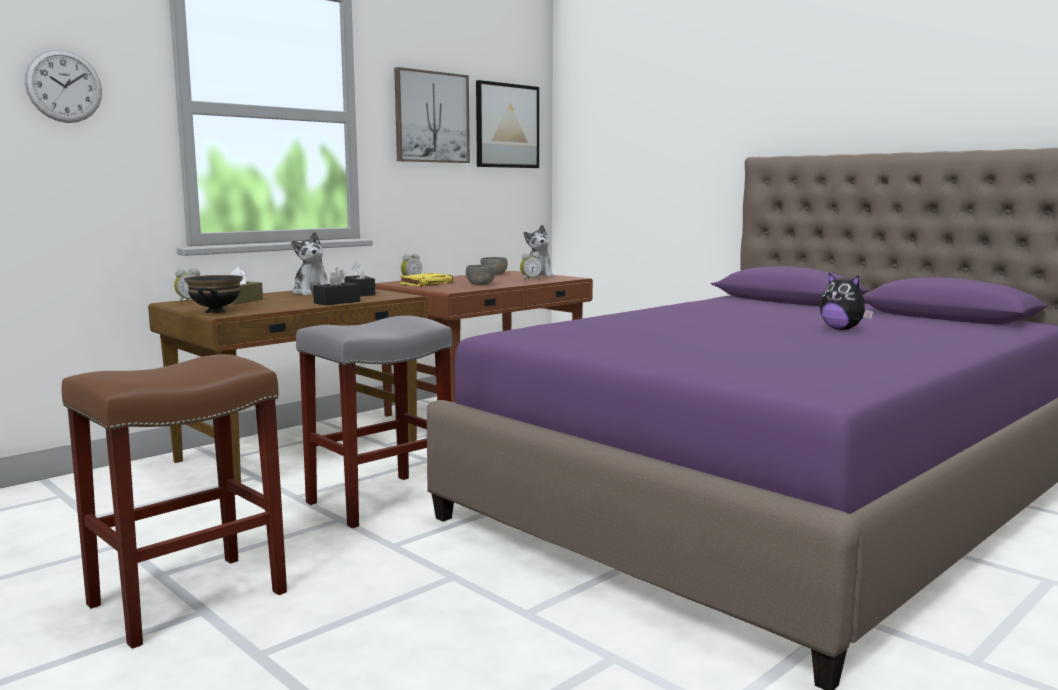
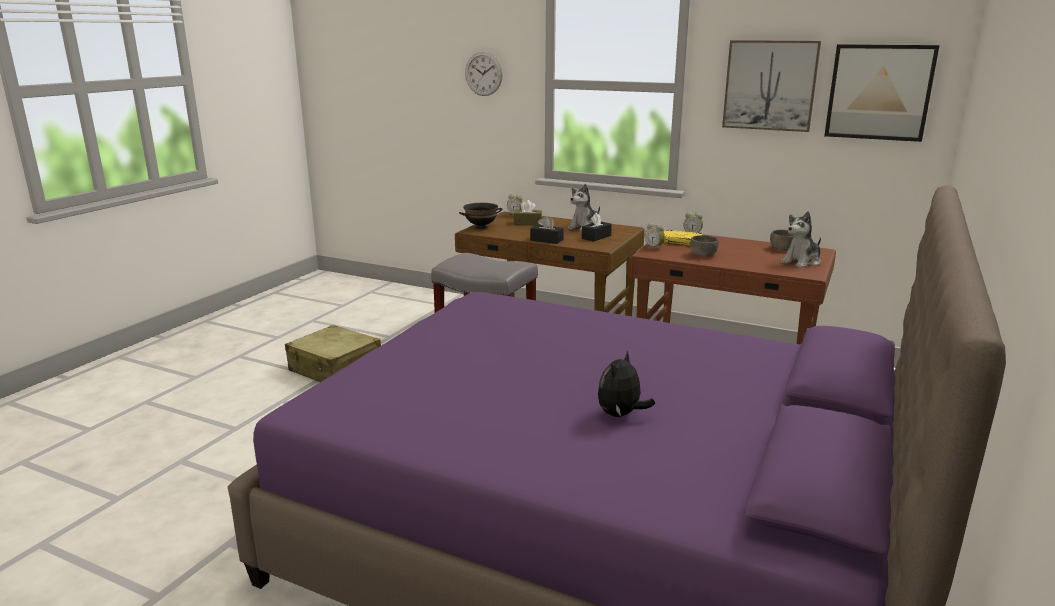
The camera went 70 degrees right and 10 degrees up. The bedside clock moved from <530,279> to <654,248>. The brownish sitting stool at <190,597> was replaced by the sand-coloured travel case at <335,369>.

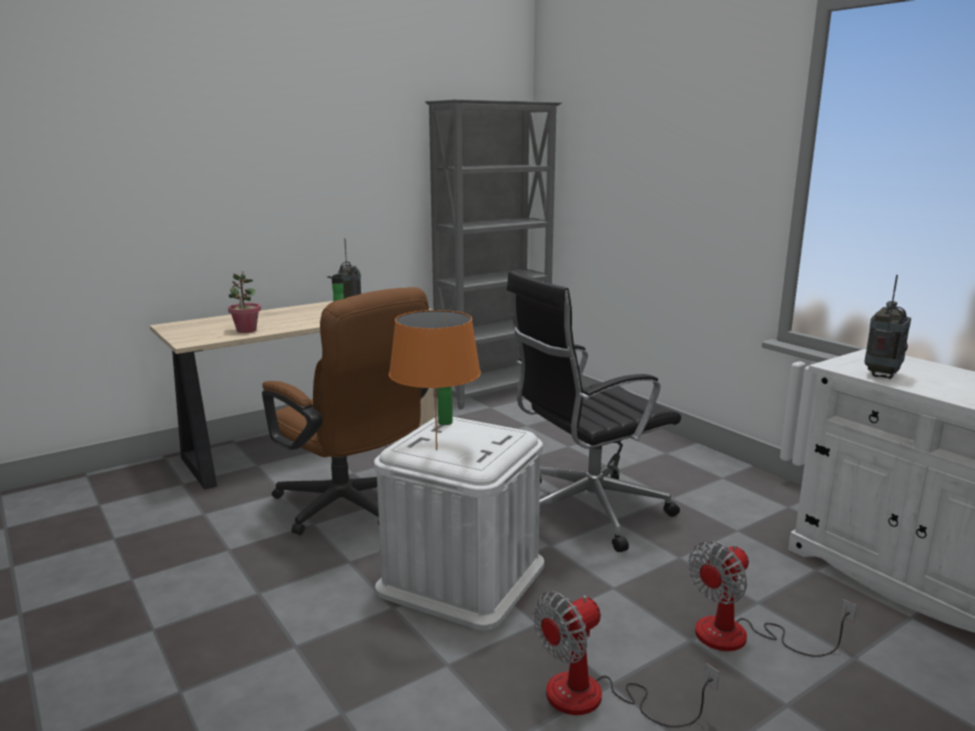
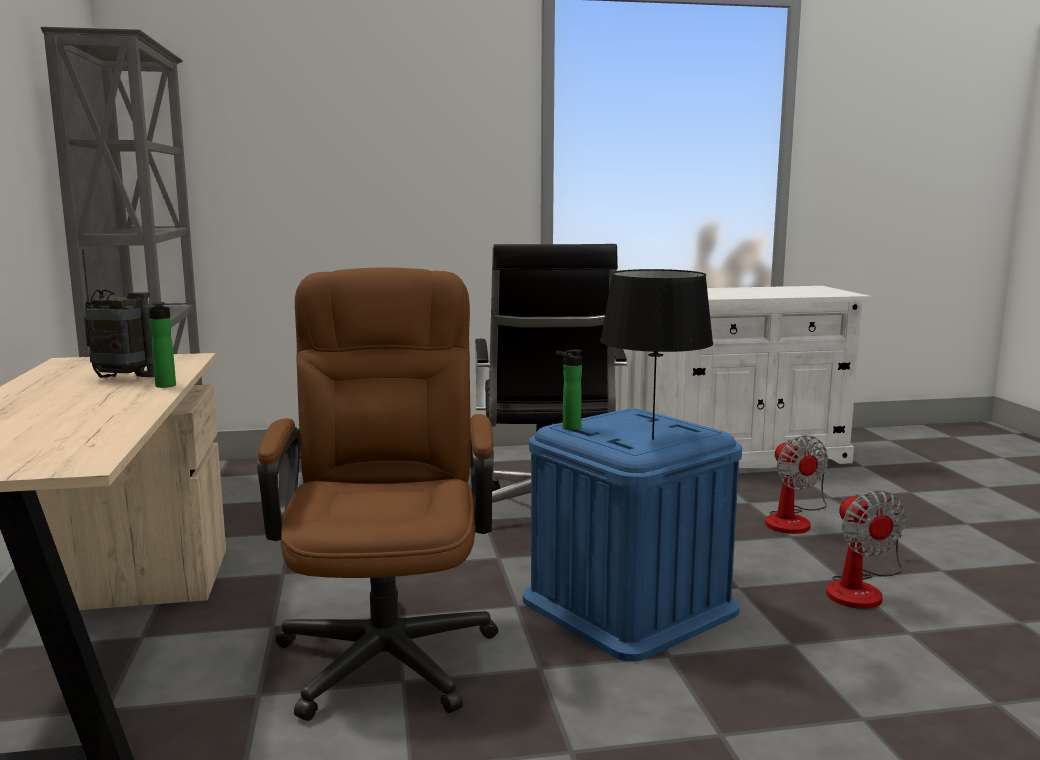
The camera went 65 degrees left and 5 degrees down. The houseplant at <246,330> disappeared. The radio set at <882,375> disappeared. The brownish office chair at <351,508> turned 75 degrees counterclockwise. The orange table lamp at <436,449> became the black table lamp at <652,439>. The whitish storage bin at <462,577> became the blue-coloured storage bin at <629,605>.

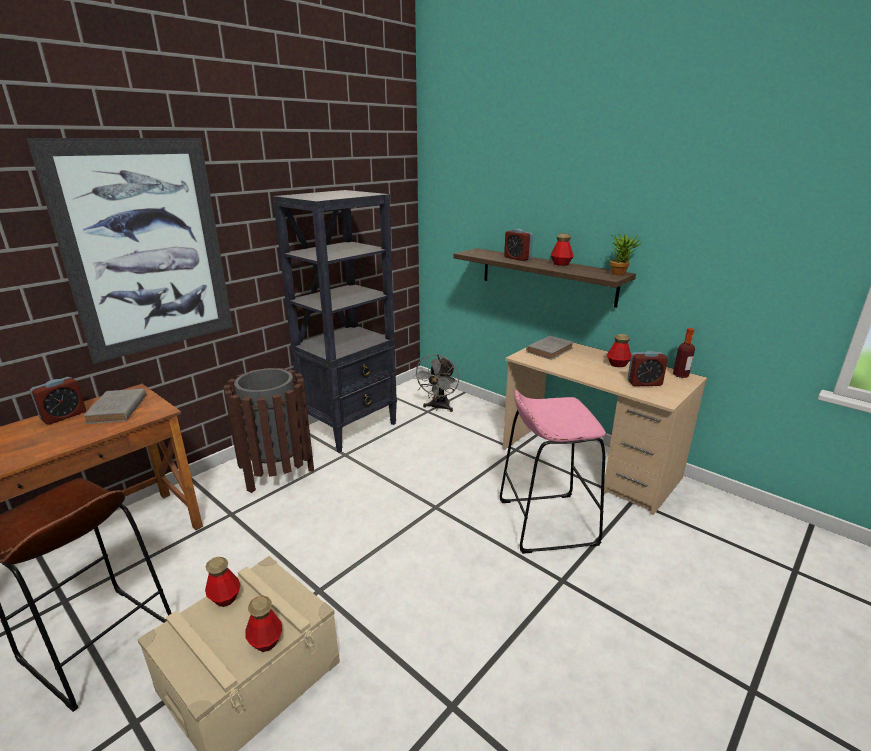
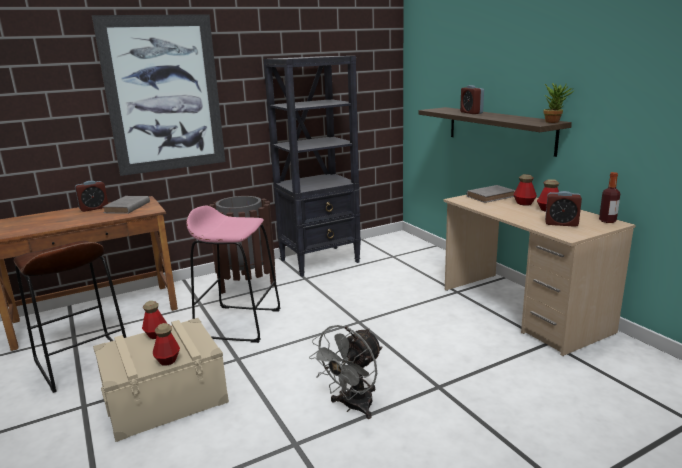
The camera went 20 degrees right and 5 degrees down. The bottle moved from <561,264> to <524,203>. The greyish electric fan moved from <438,408> to <352,407>. The pink-coloured sitting stool moved from <546,522> to <239,323>.

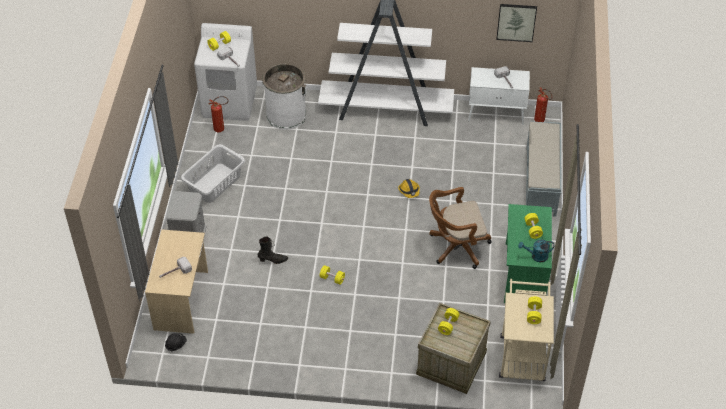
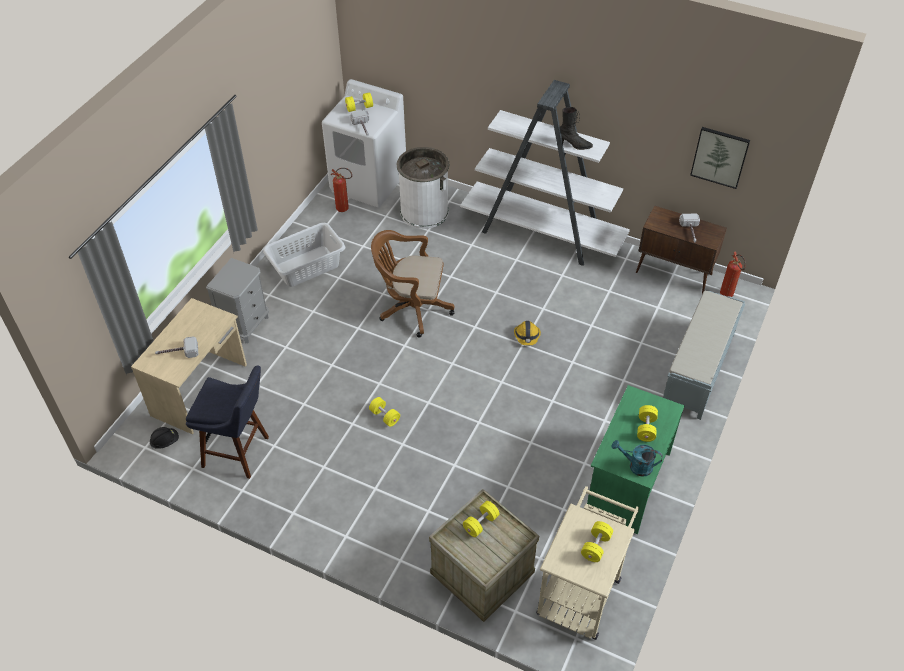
The camera went 20 degrees right and 0 degrees up. The whitish storage cabinet at <496,114> became the brownish storage cabinet at <674,274>. The brownish office chair moved from <455,247> to <411,308>. The black boot moved from <273,260> to <574,145>. The blue-coloured sitting stool at <240,453> appeared.

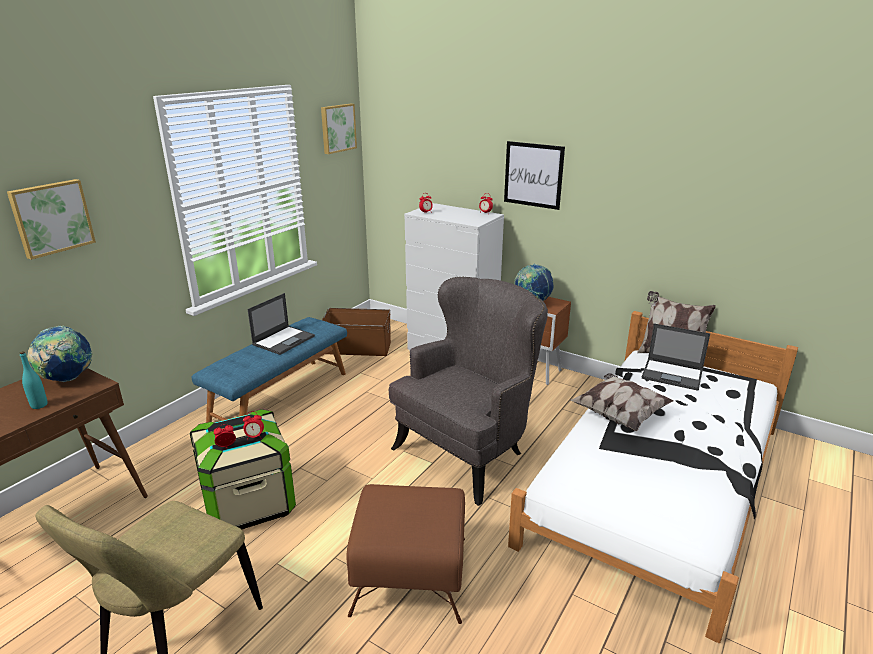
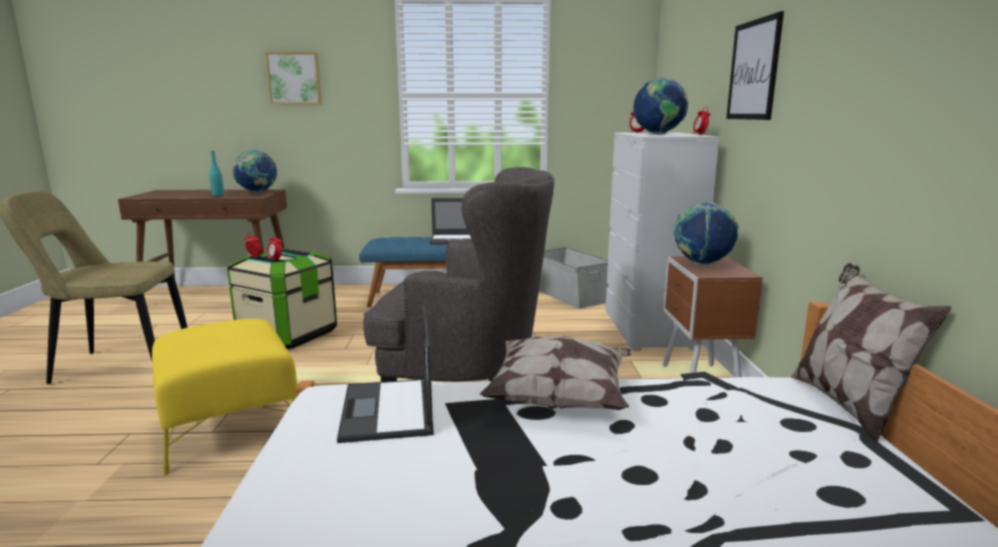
The camera went 55 degrees right and 10 degrees down. The wall picture at <337,128> disappeared. The brownish storage bin at <357,348> became the greyish storage bin at <569,295>. The portable computer moved from <673,374> to <388,411>. The brownish pouffe at <409,574> became the yellowish pouffe at <231,424>. The globe at <658,134> appeared.

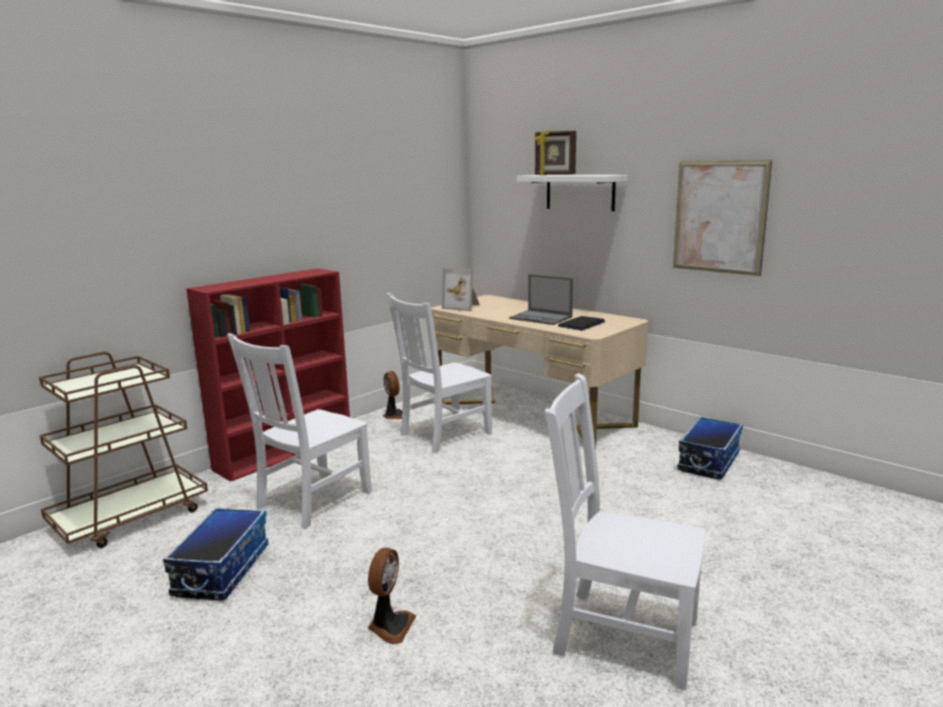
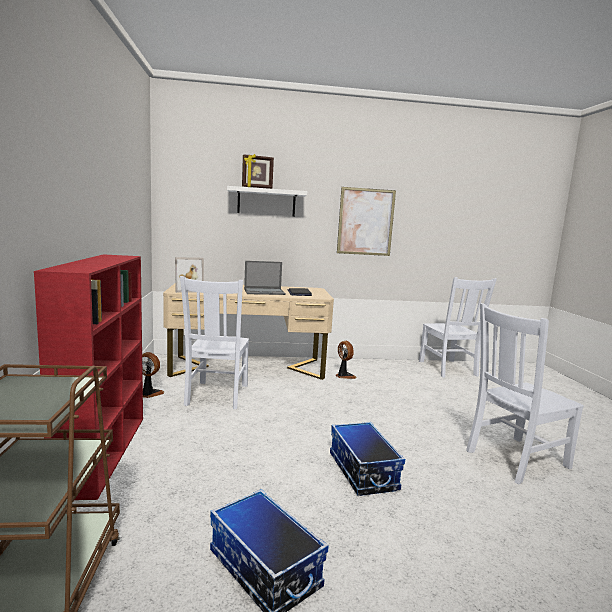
The camera went 50 degrees left and 5 degrees down. The whitish plain chair moved from <311,501> to <448,369>. The storage bin moved from <708,461> to <361,471>. The electric fan moved from <390,626> to <344,376>.

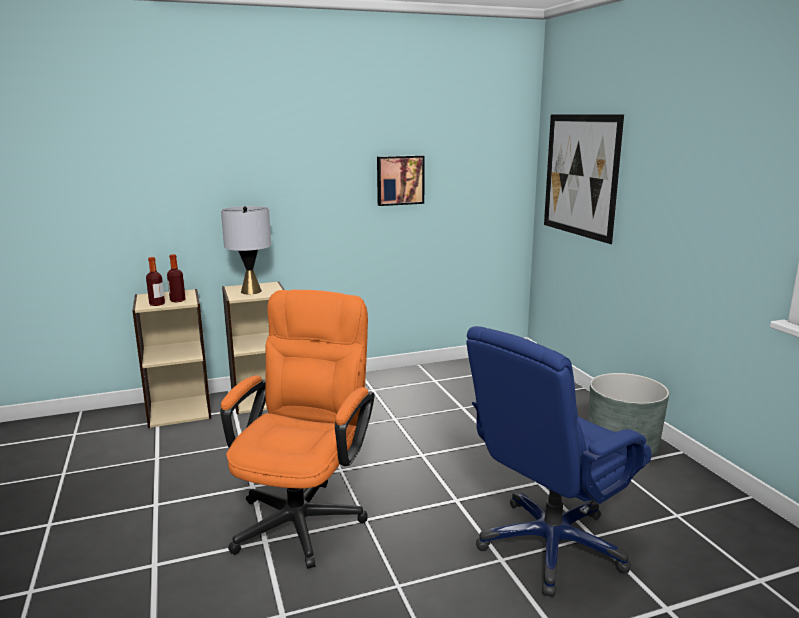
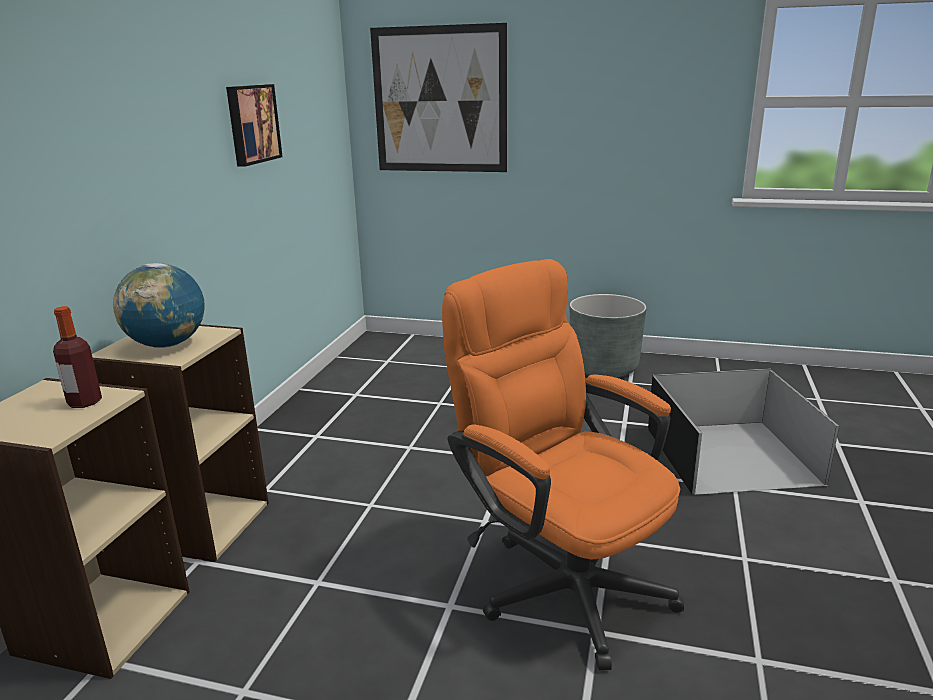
The camera went 55 degrees left and 5 degrees up. The greyish table lamp at <251,291> was replaced by the globe at <167,345>. The bottle at <157,304> disappeared. The blue-coloured office chair at <550,546> was replaced by the black storage bin at <728,455>.

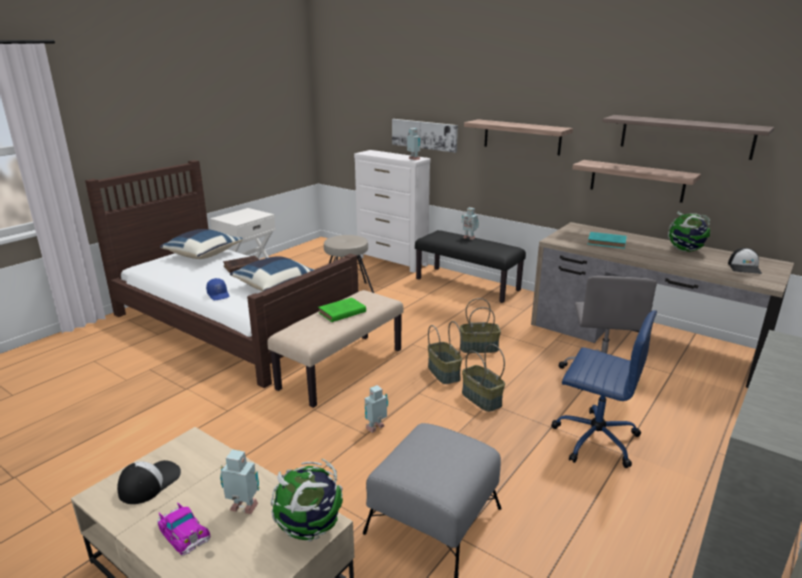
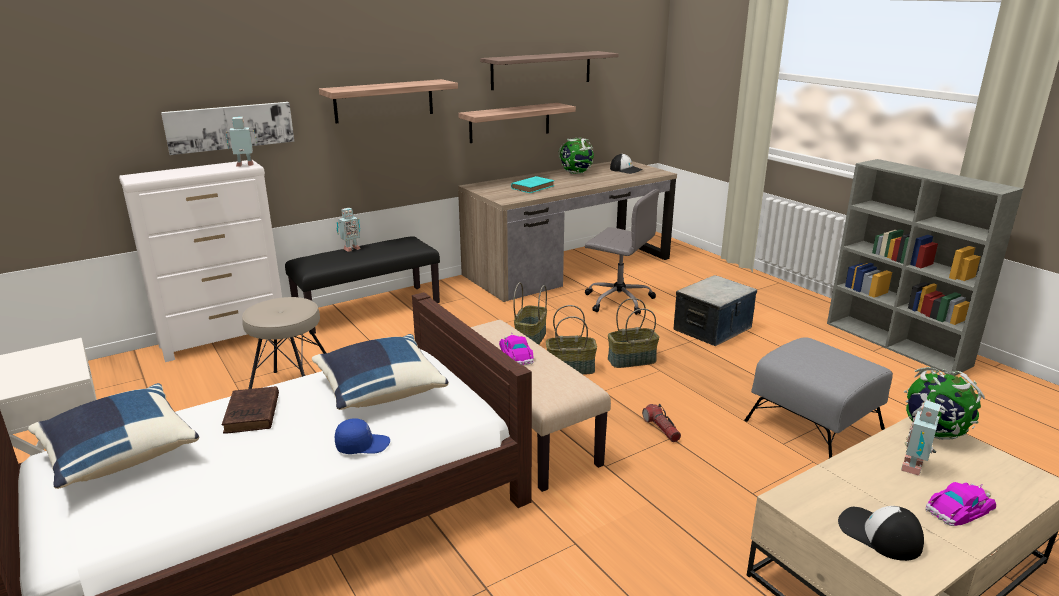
The camera went 70 degrees left and 0 degrees up. The green-coloured bound book at <341,313> was replaced by the miniature car at <516,354>. The blue-coloured office chair at <594,439> was replaced by the storage bin at <713,329>. The model robot at <376,428> was replaced by the torch at <661,429>.

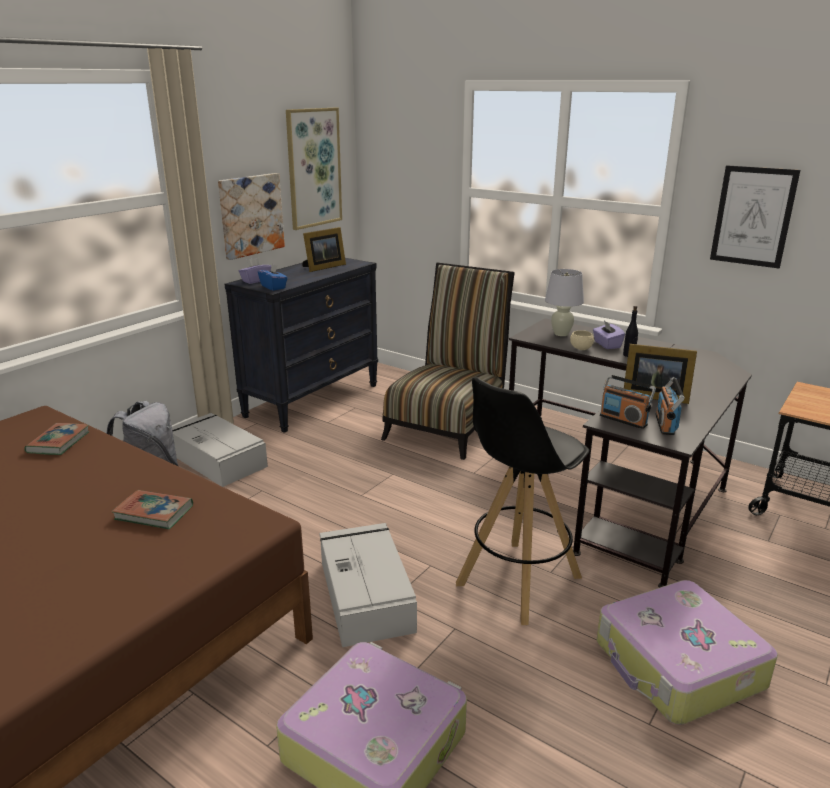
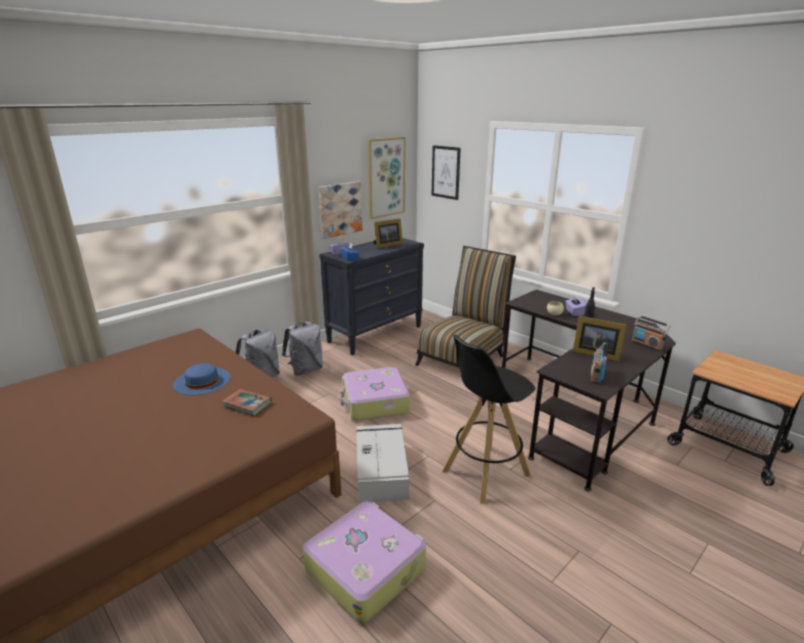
The camera went 10 degrees right and 0 degrees up. The wall picture moved from <753,216> to <445,172>. The whitish table lamp at <561,334> disappeared. The radio set moved from <623,420> to <647,345>. The greyish storage bin at <217,459> was replaced by the greyish rucksack at <305,370>. The bound book at <59,442> disappeared. The travel case moved from <678,666> to <375,402>. The blue-coloured hat at <202,380> appeared.

